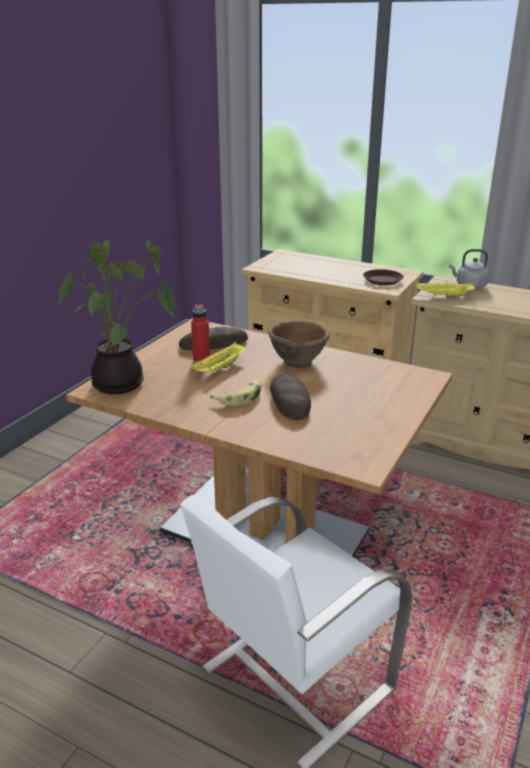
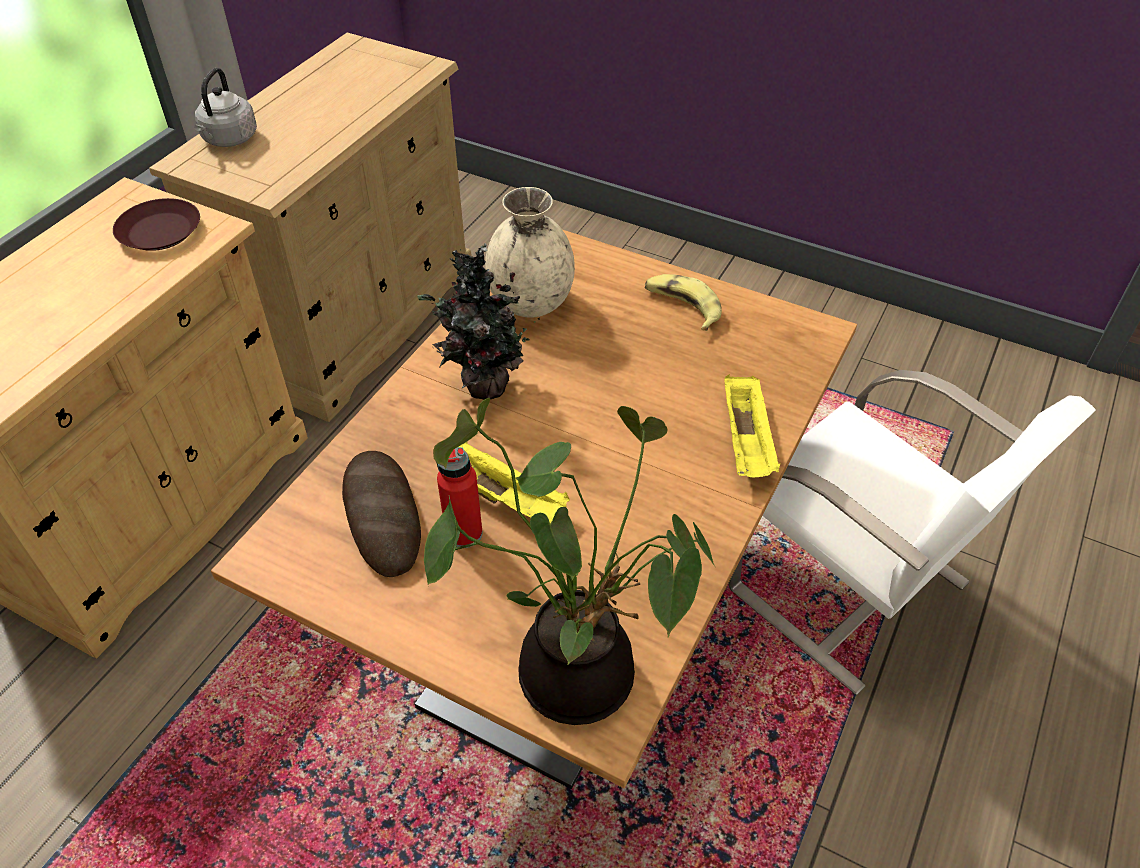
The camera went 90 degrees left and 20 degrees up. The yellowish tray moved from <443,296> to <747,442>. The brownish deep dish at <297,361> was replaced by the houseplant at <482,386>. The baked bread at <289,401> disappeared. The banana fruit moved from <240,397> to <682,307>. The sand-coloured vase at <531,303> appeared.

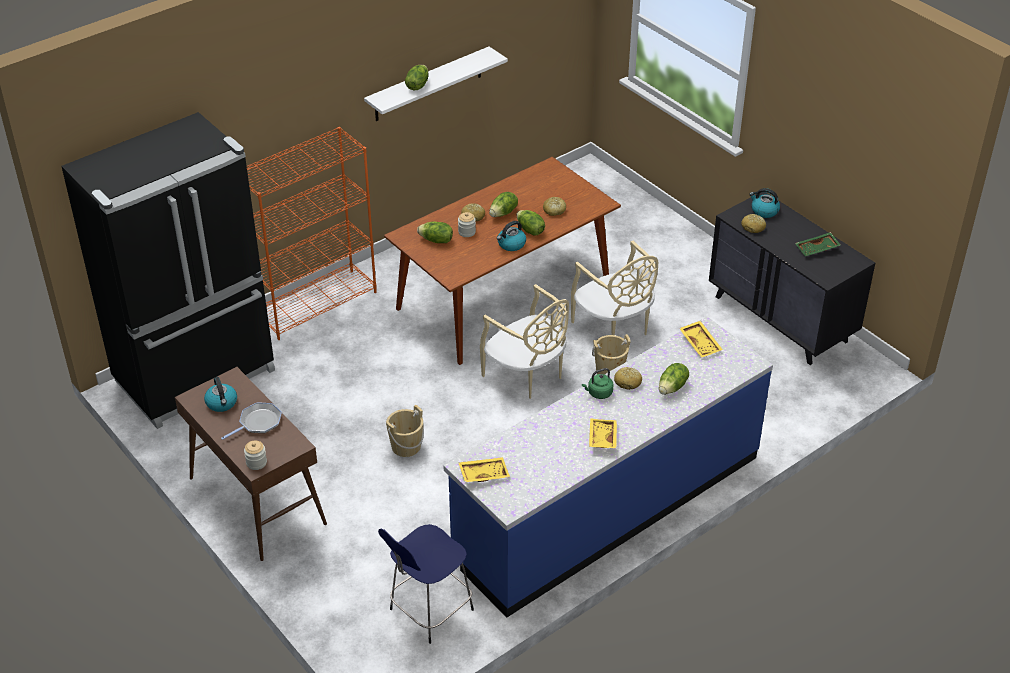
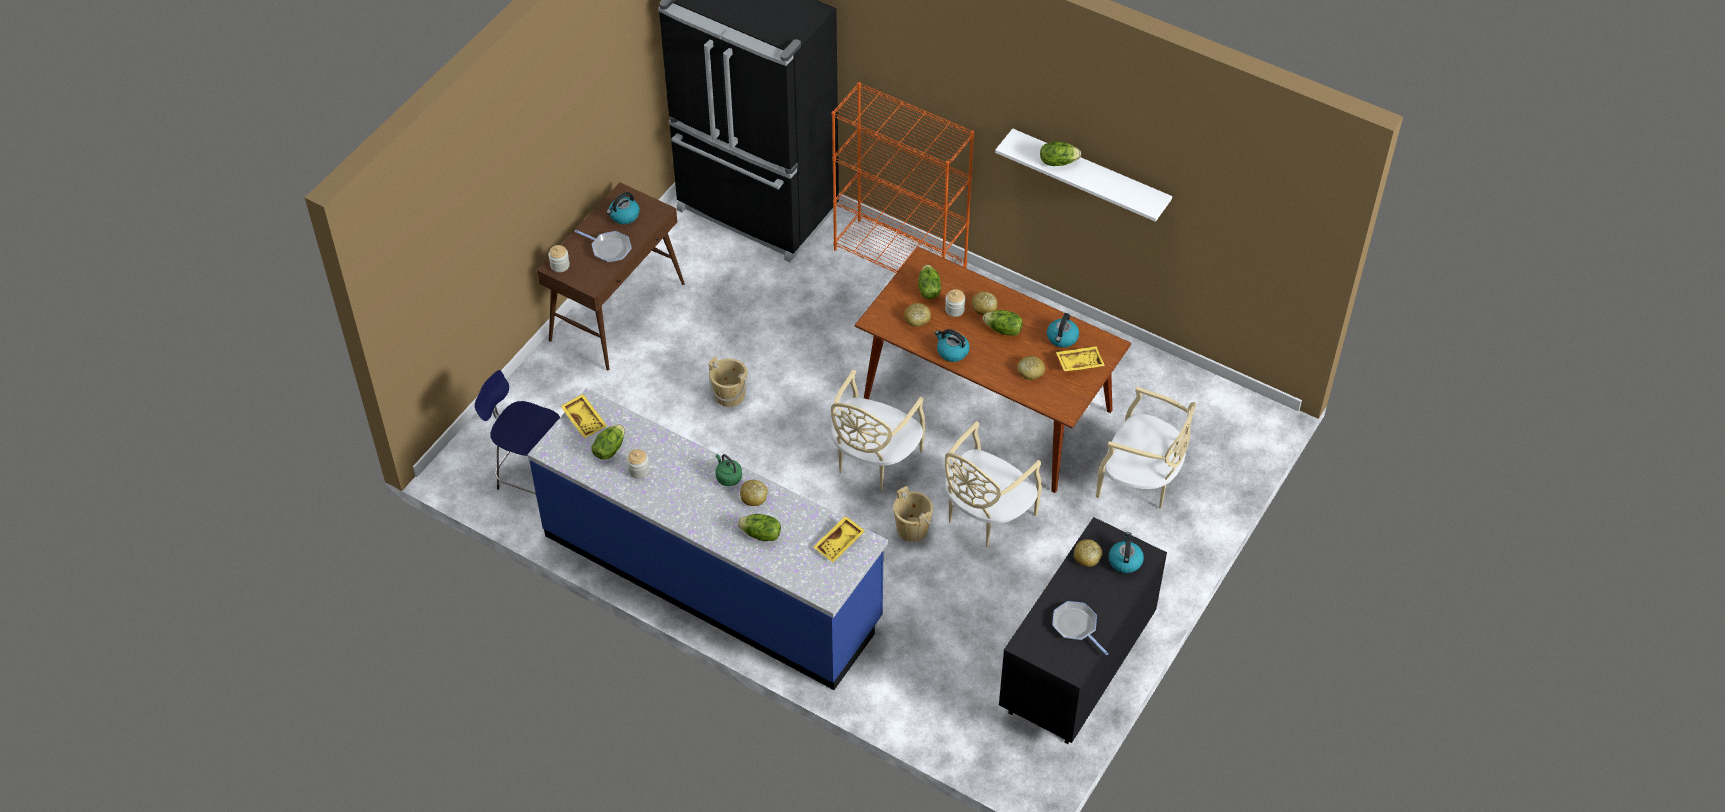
The camera went 70 degrees right and 10 degrees up. The lettuce head moved from <530,230> to <609,449>. The green-coloured tray at <817,249> was replaced by the pan at <1076,626>. The yellowish tray moved from <601,438> to <1079,362>. The baked bread at <917,318> appeared. The tea kettle at <1062,338> appeared. The sand-coloured plain chair at <1140,481> appeared. The preserve jar at <639,470> appeared.

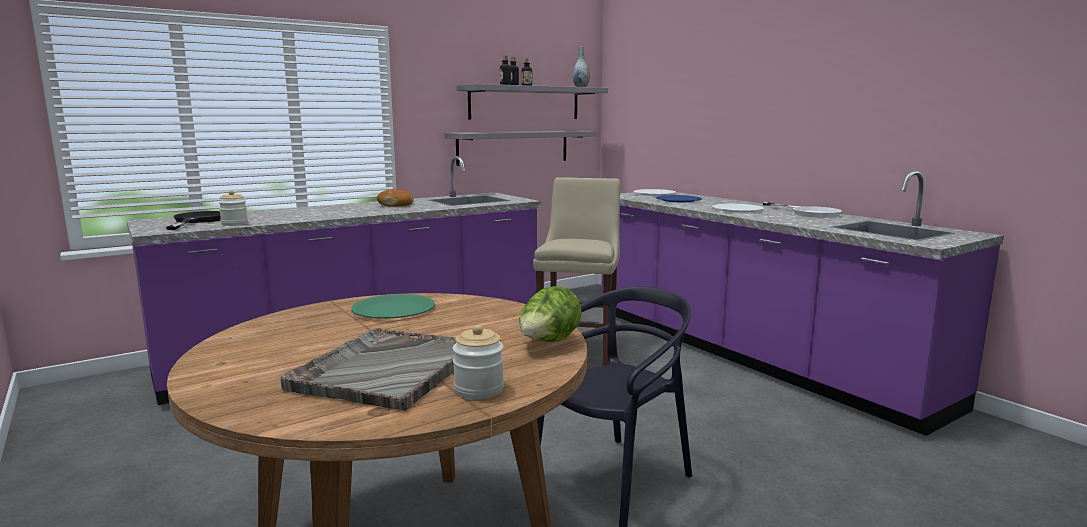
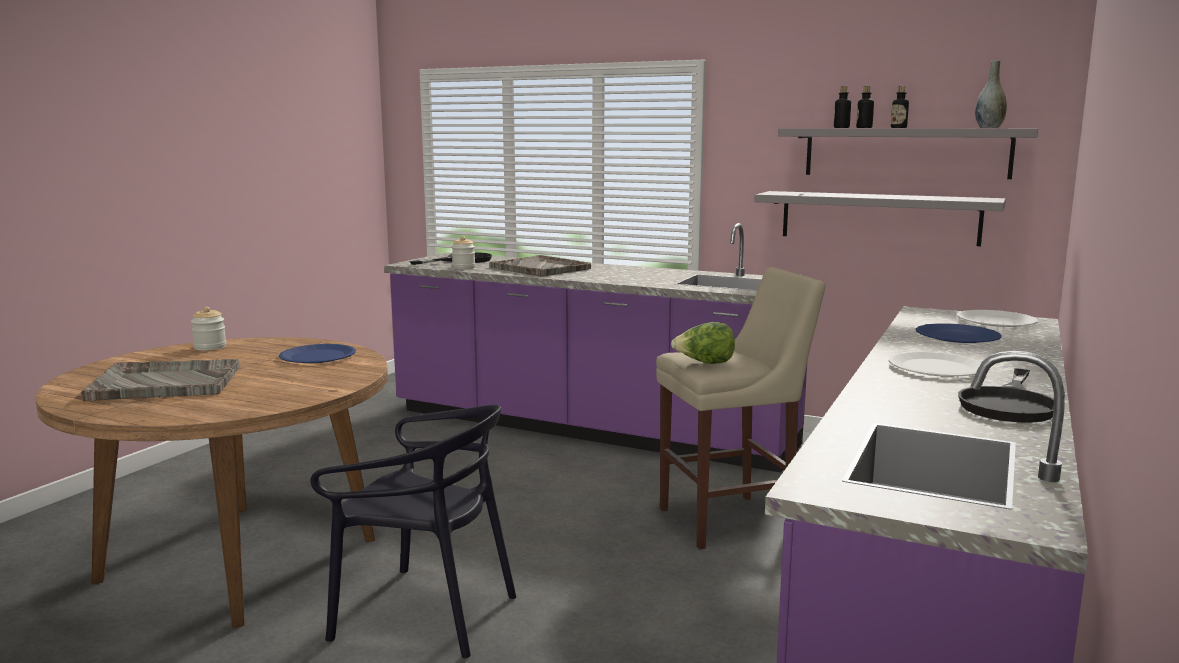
The camera went 60 degrees right and 0 degrees up. The baked bread at <396,204> disappeared. The whitish pan at <808,213> became the black pan at <1009,404>. The lettuce head moved from <548,343> to <705,363>. The green-coloured dinner plate at <394,309> became the blue-coloured dinner plate at <318,356>. The preserve jar moved from <479,390> to <210,347>. The greyish tray at <540,268> appeared.

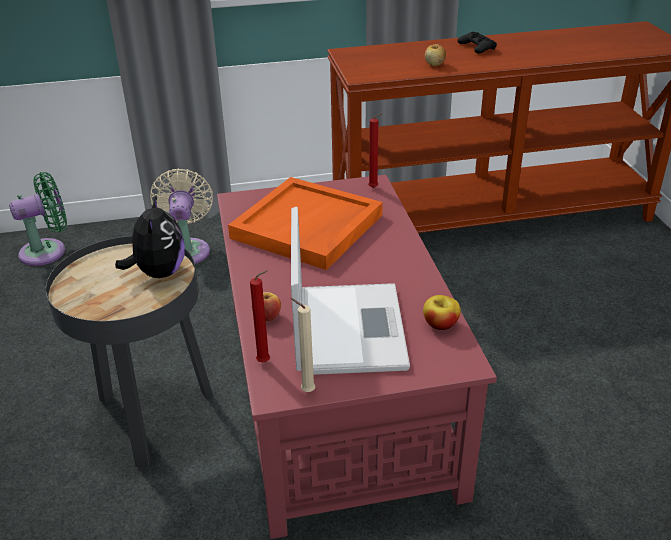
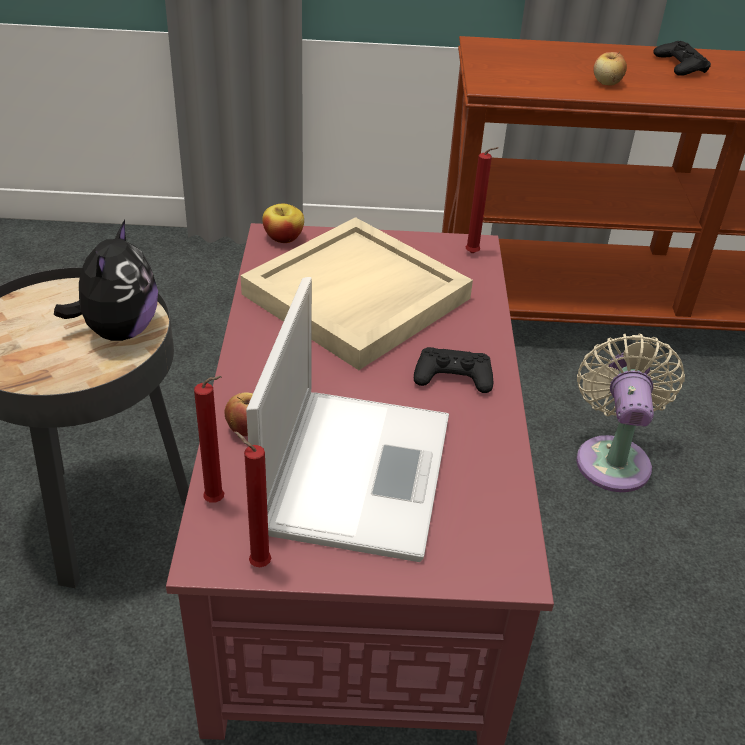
The camera went 10 degrees right and 5 degrees up. The sand-coloured electric fan moved from <187,249> to <613,458>. The green-coloured electric fan at <48,251> disappeared. The orange tray at <307,227> became the sand-coloured tray at <356,298>. The apple moved from <440,324> to <283,238>. The sand-coloured wax light at <305,391> became the red wax light at <257,563>. The black gamepad at <453,376> appeared.

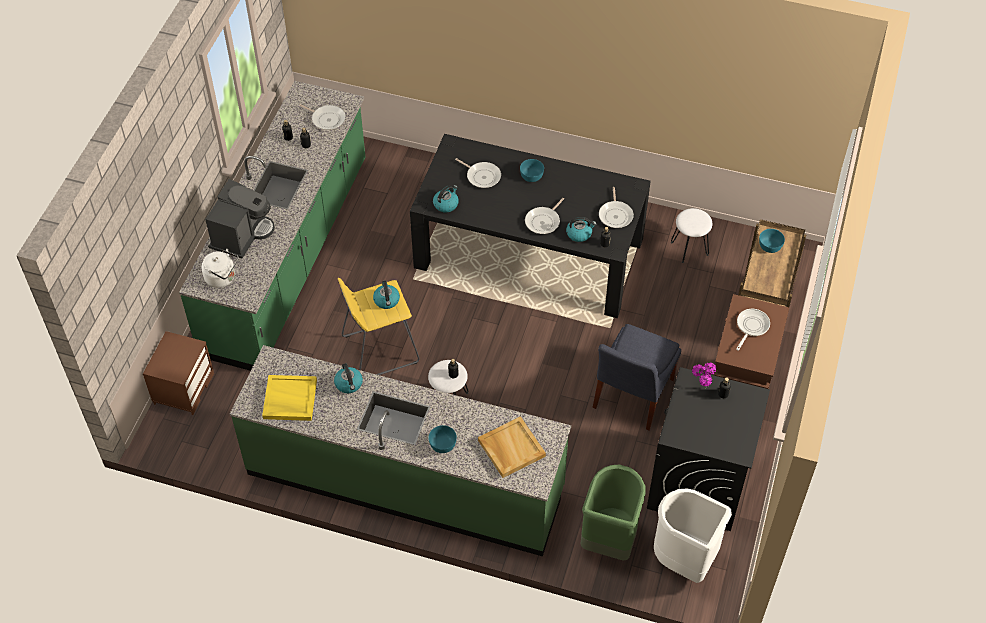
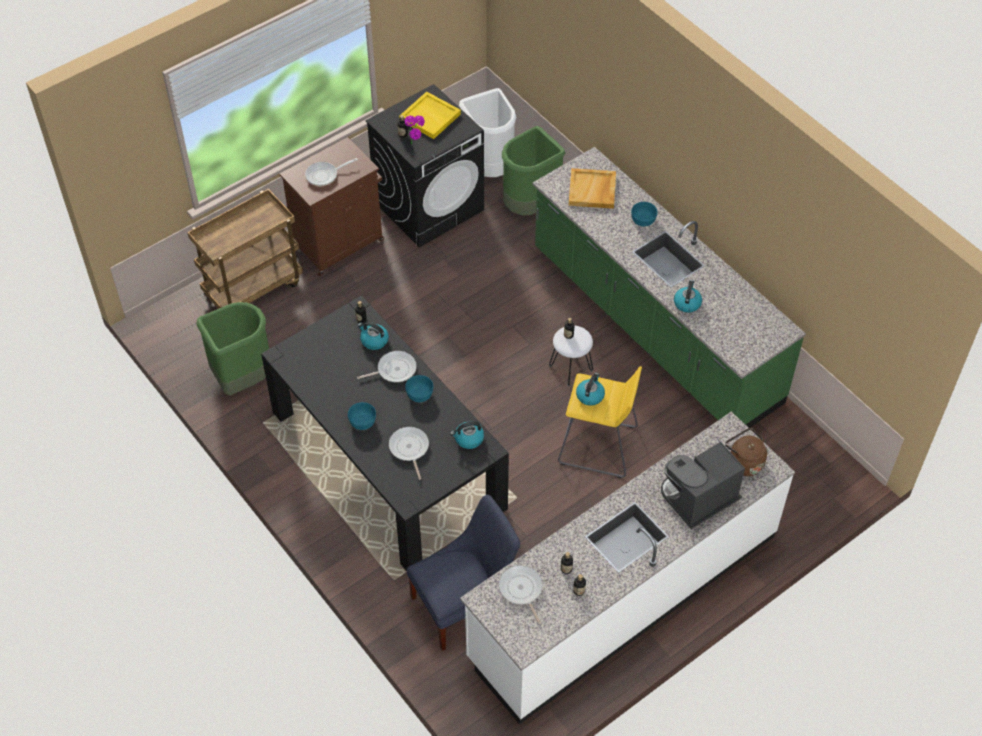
The camera went 145 degrees left and 0 degrees up. The green-coloured kitchen base unit at <288,257> became the whitish kitchen base unit at <623,596>. The pan at <615,215> disappeared. The whitish sitting stool at <690,248> was replaced by the green-coloured waste bin at <242,378>. The turquoise deep dish moved from <770,246> to <420,394>. The whitish tea kettle at <222,278> became the brownish tea kettle at <744,462>. The blue-coloured plain chair moved from <631,396> to <465,605>. The brownish bedside table at <183,388> disappeared. The yellowish tray moved from <289,399> to <430,117>.

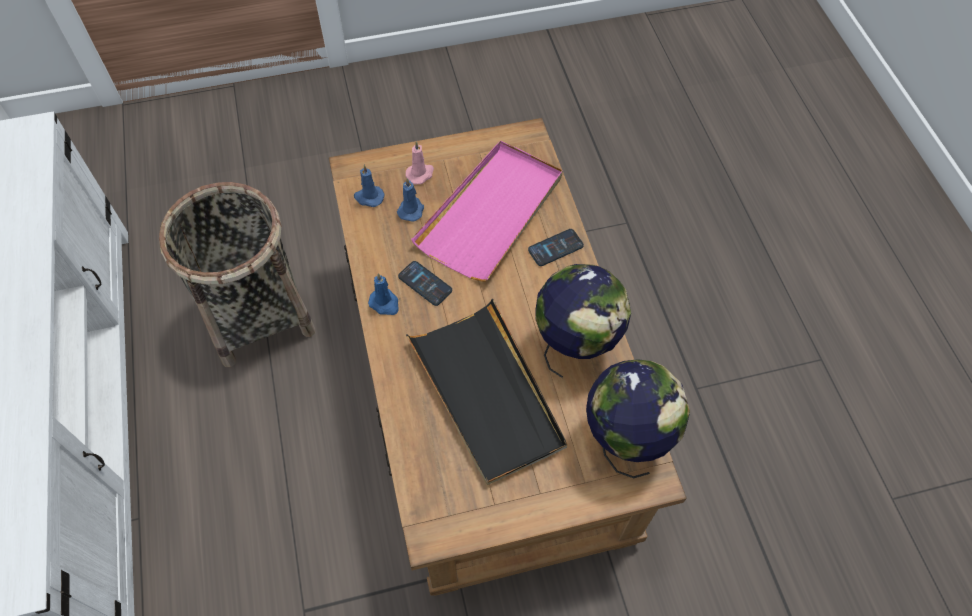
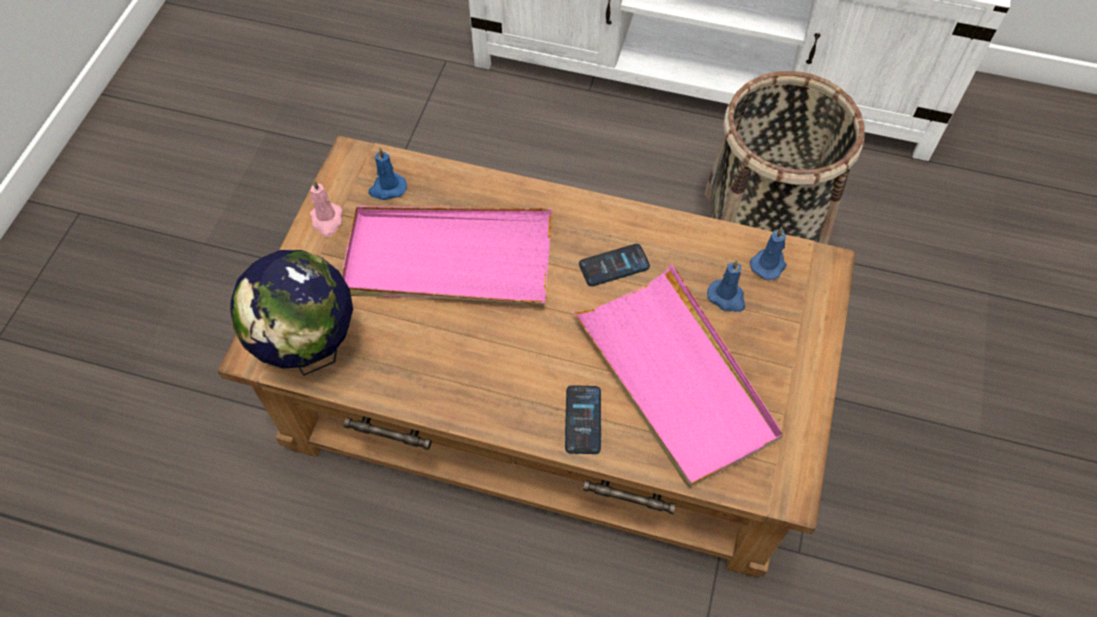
The camera went 120 degrees right and 0 degrees up. The pink-coloured wax light moved from <420,174> to <327,221>. The globe at <575,346> disappeared. The blue-coloured wax light moved from <385,303> to <387,188>. The black tray at <487,393> became the pink-coloured tray at <448,260>.

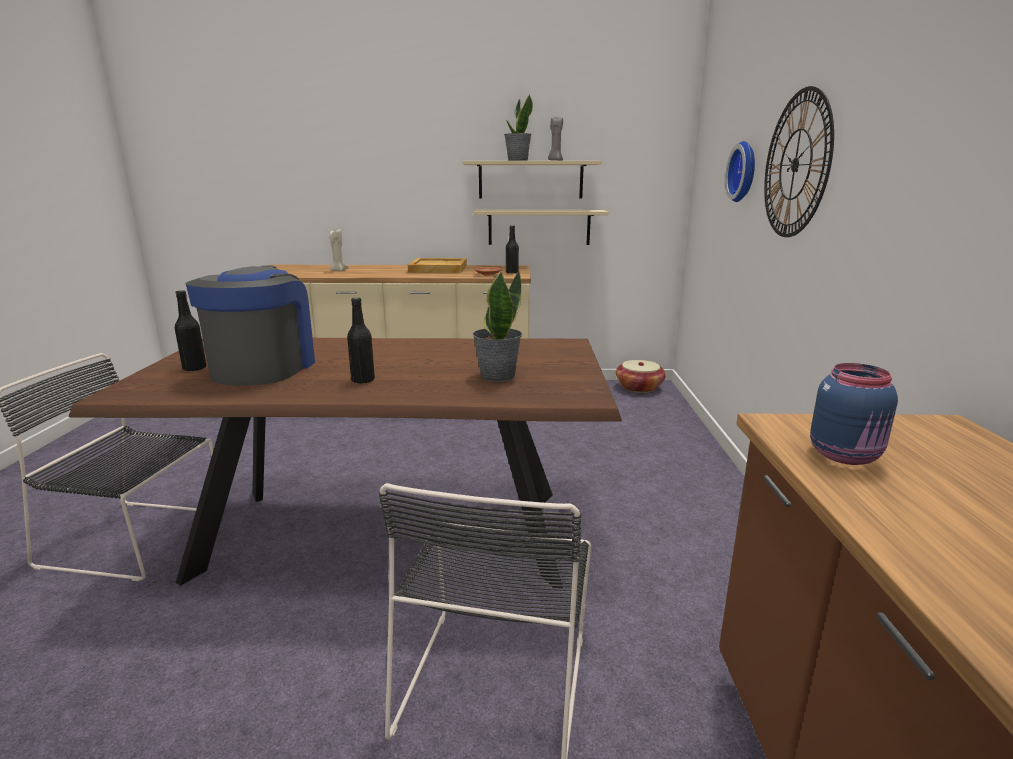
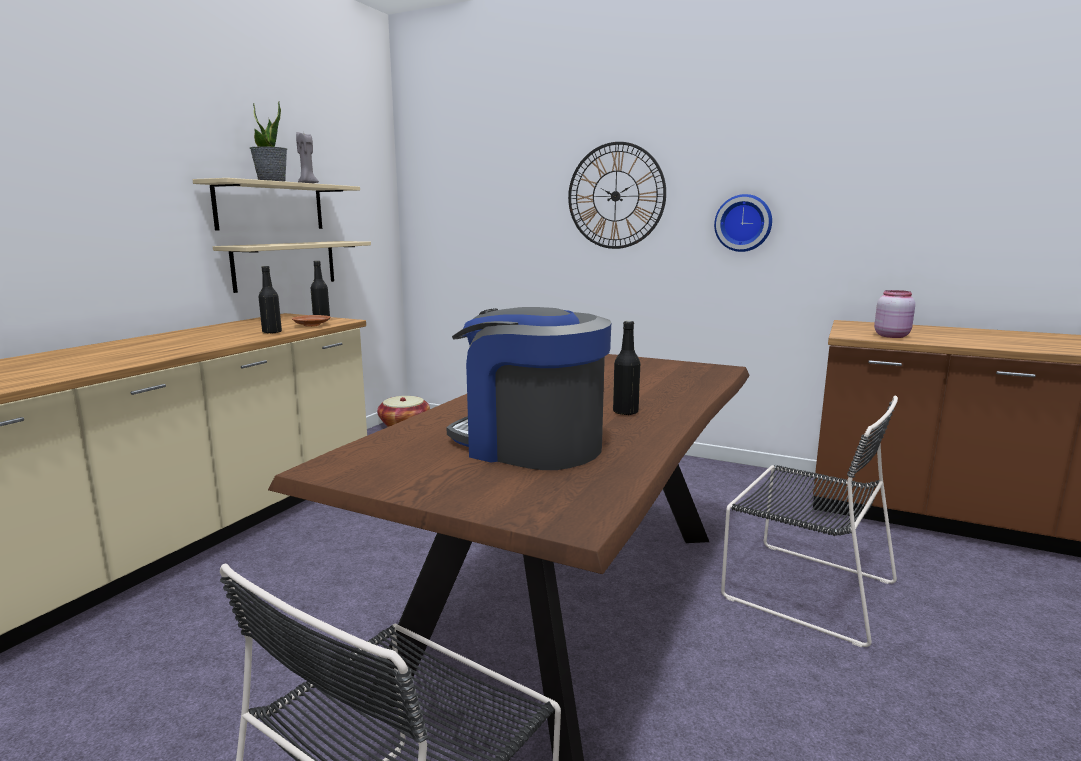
The camera went 65 degrees left and 5 degrees down. The hanging clock moved from <745,172> to <743,223>. The sand-coloured wax light at <338,270> disappeared. The sand-coloured tray at <438,268> disappeared. The houseplant at <497,376> disappeared. The black bottle moved from <194,368> to <272,332>. The blue-coloured preserve jar at <846,456> became the pink-coloured preserve jar at <892,336>.

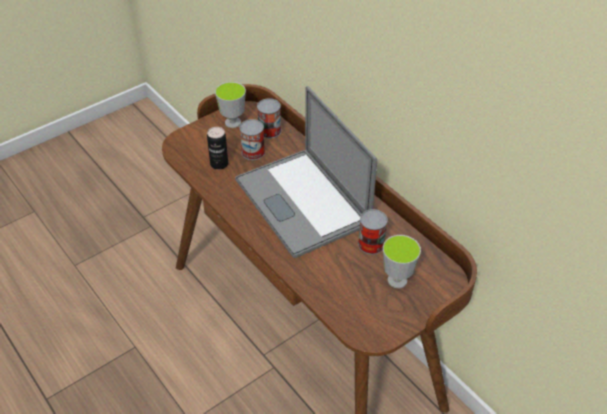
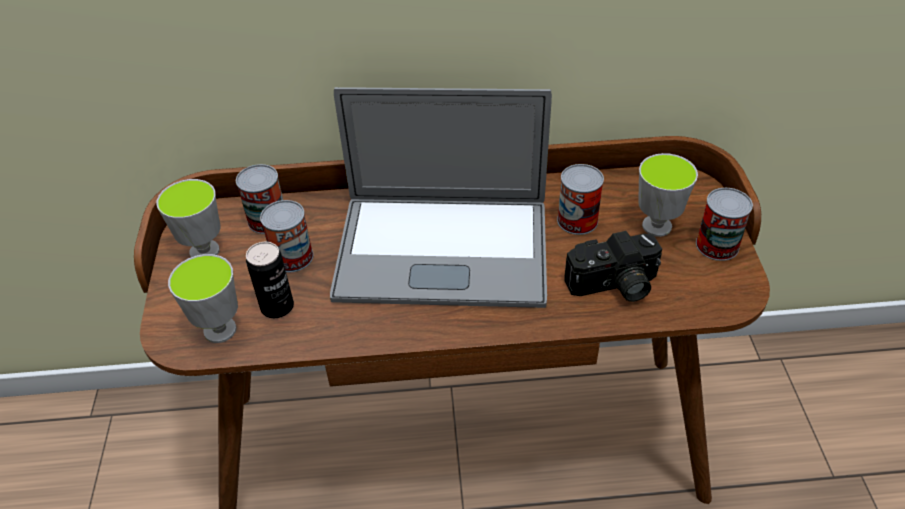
The camera went 55 degrees left and 0 degrees up. The metal can at <717,245> appeared. The still camera at <614,286> appeared. The small cup at <220,330> appeared.

